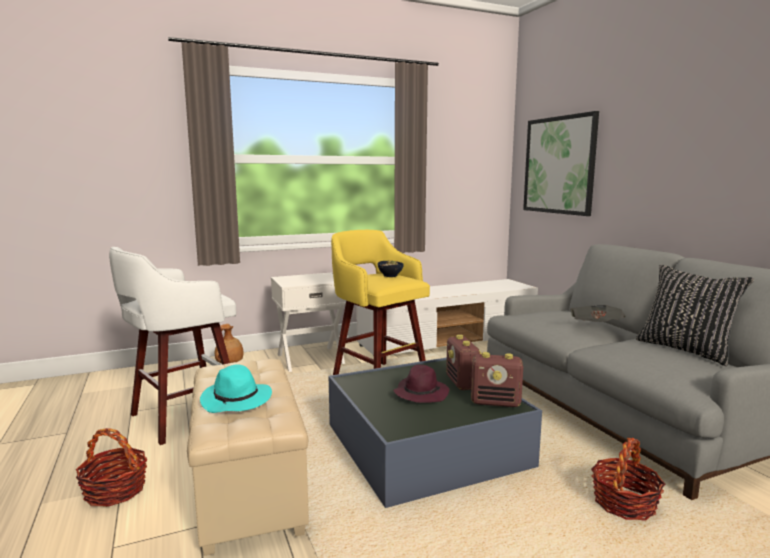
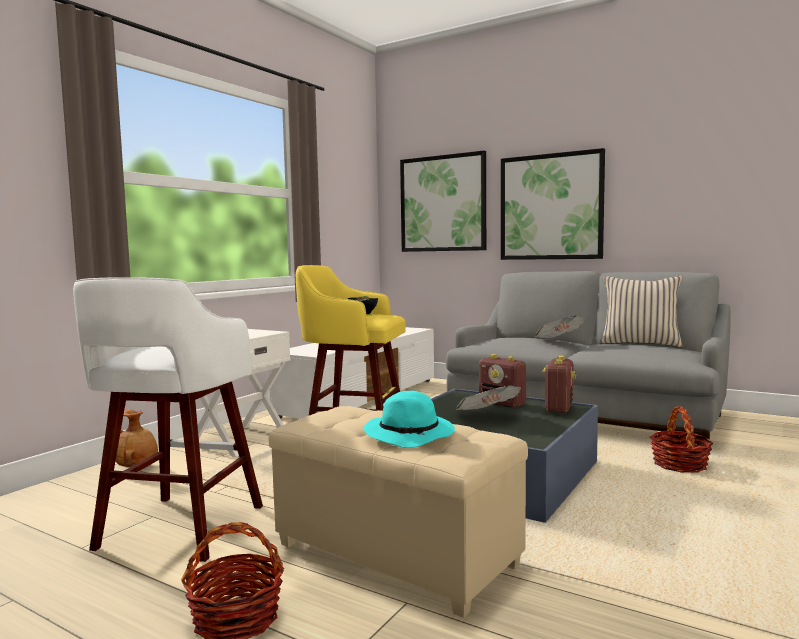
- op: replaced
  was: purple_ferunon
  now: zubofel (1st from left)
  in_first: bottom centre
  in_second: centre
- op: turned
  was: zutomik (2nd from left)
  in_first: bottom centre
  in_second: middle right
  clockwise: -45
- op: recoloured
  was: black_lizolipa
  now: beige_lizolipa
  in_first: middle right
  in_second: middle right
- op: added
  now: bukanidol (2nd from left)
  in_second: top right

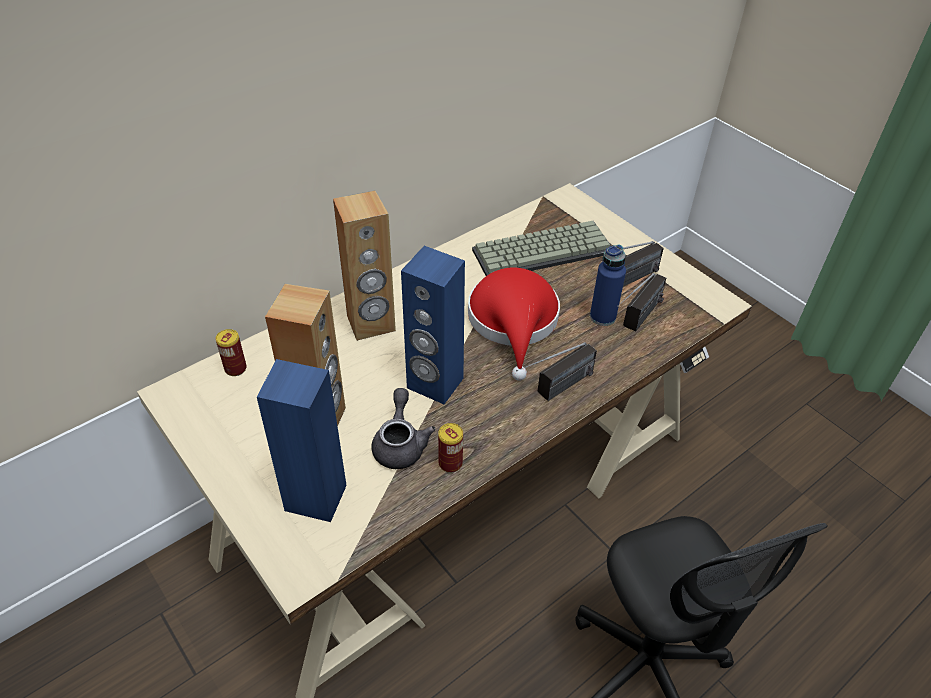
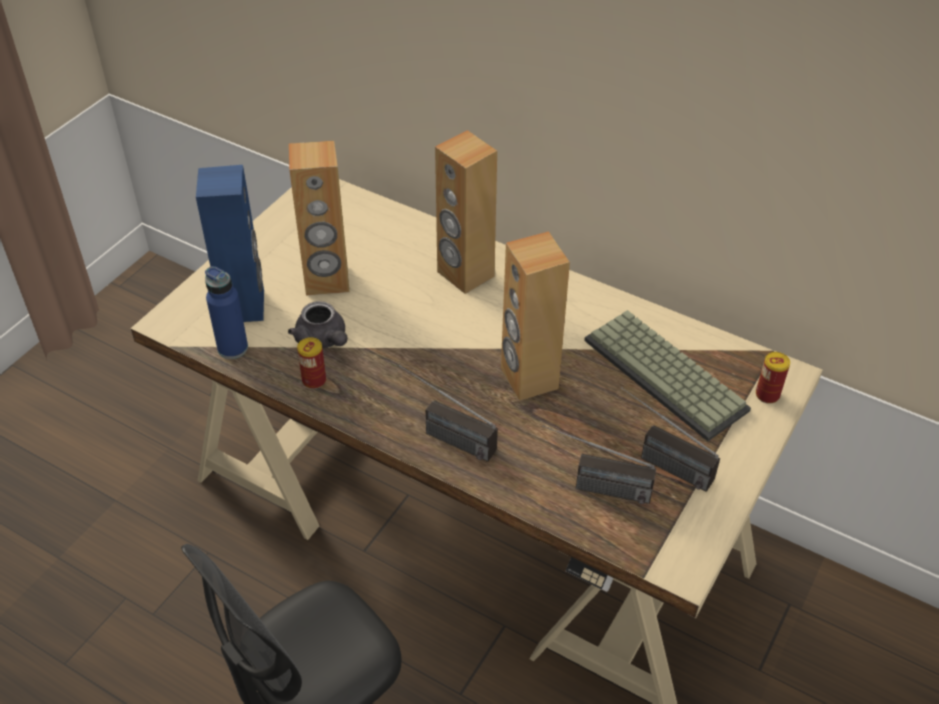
- op: moved
  was: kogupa (1st from left in the first image)
  now: kogupa (2nd from left)
  in_first: middle left
  in_second: middle right
- op: turned
  was: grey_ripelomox
  in_first: centre
  in_second: centre
  clockwise: 75
- op: removed
  was: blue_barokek (2nd from left)
  in_first: centre
- op: replaced
  was: red_ferunon
  now: brown_barokek (3rd from left)
  in_first: centre
  in_second: centre
- op: moved
  was: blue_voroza
  in_first: centre
  in_second: middle left

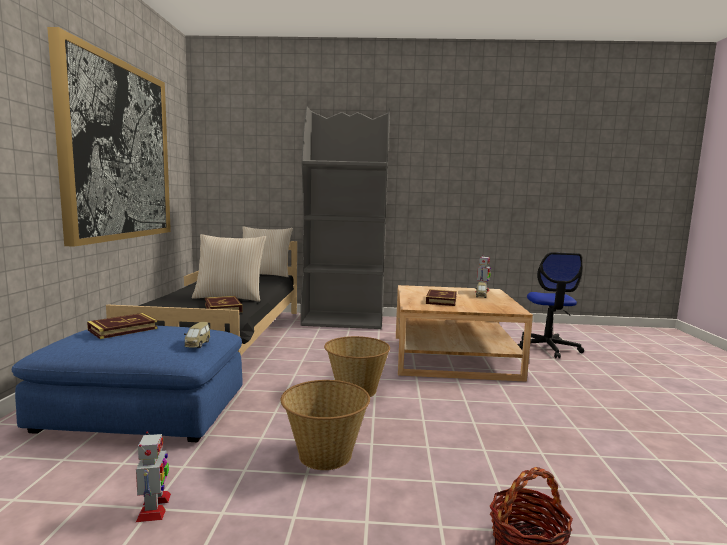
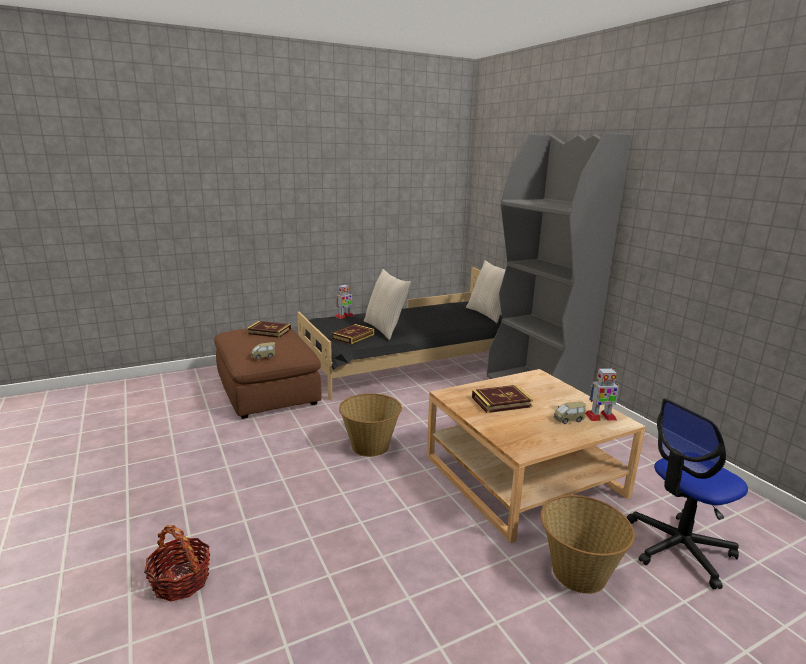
- op: recoloured
  was: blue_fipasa
  now: brown_fipasa
  in_first: bottom left
  in_second: middle left
- op: removed
  was: bukanidol
  in_first: top left
- op: moved
  was: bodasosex (1st from left)
  in_first: bottom left
  in_second: centre
- op: moved
  was: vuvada (1st from left in the first image)
  now: vuvada (3rd from left)
  in_first: bottom centre
  in_second: bottom right

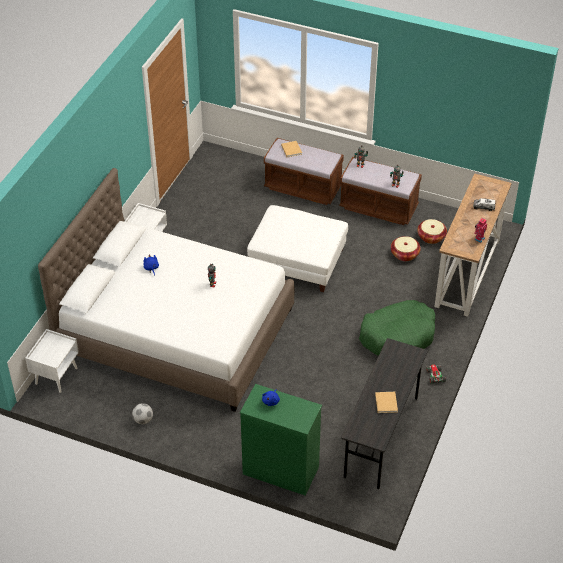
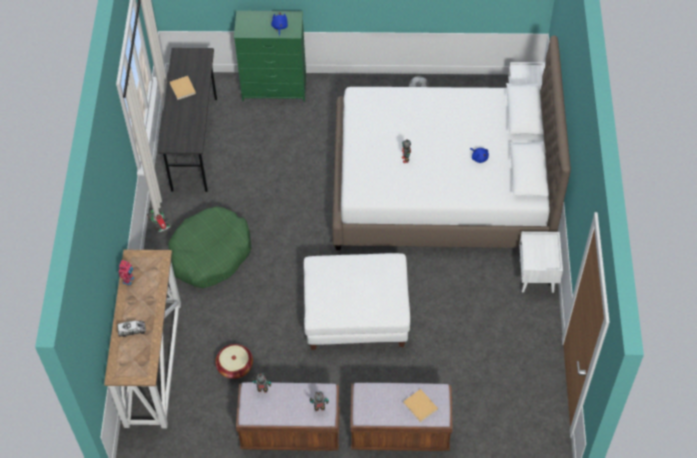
- op: removed
  was: vuvada (2nd from left)
  in_first: middle right

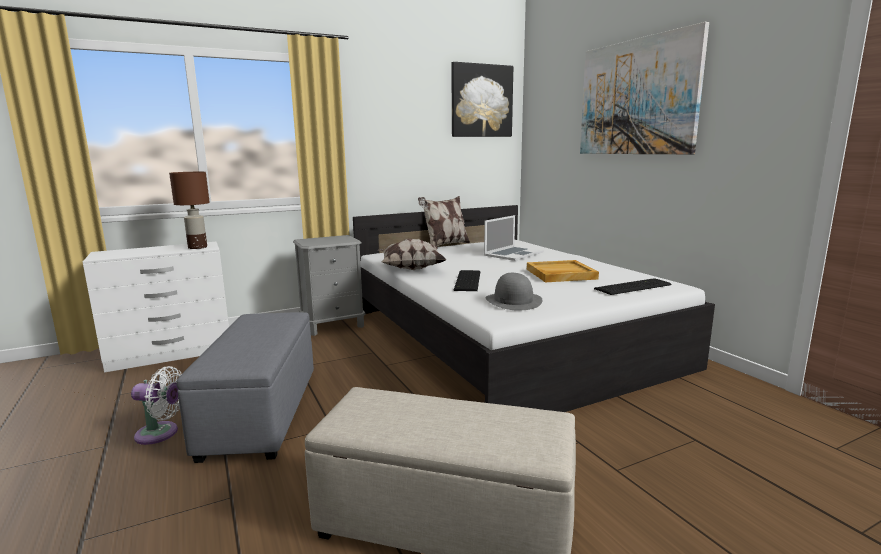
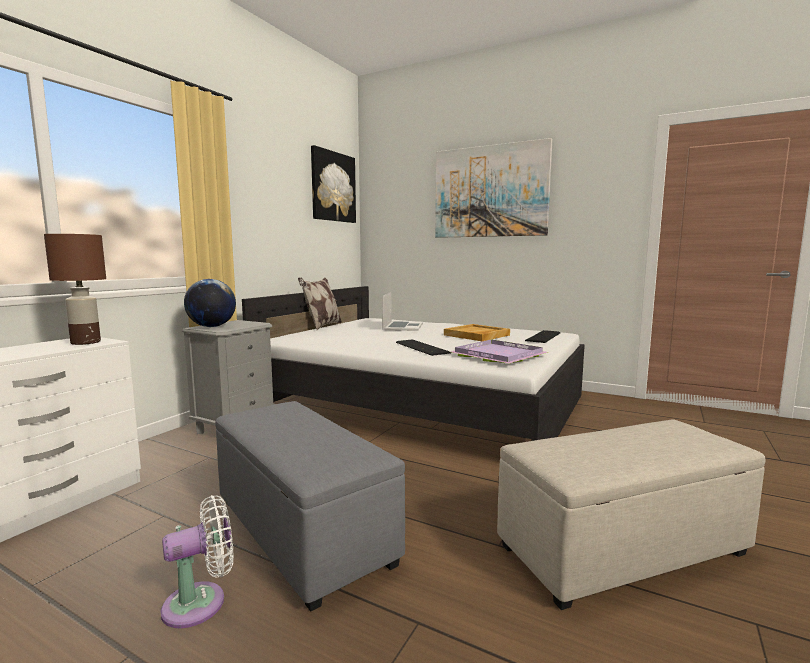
- op: removed
  was: lizolipa (1st from left)
  in_first: centre
- op: replaced
  was: grey_ferunon
  now: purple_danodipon
  in_first: centre
  in_second: centre
- op: added
  now: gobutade
  in_second: middle left

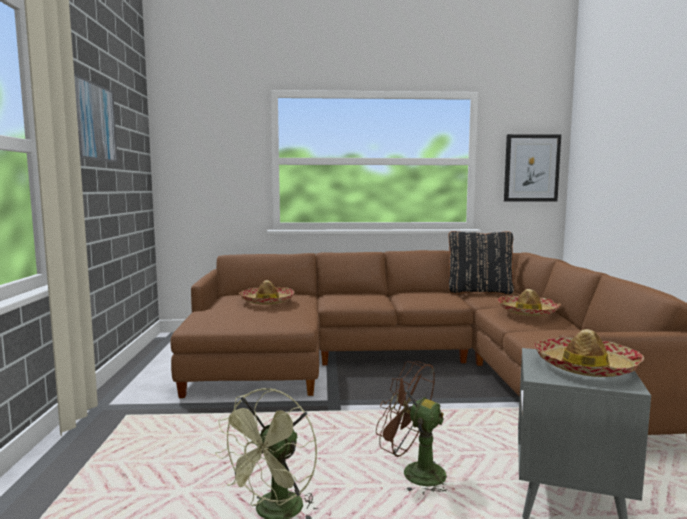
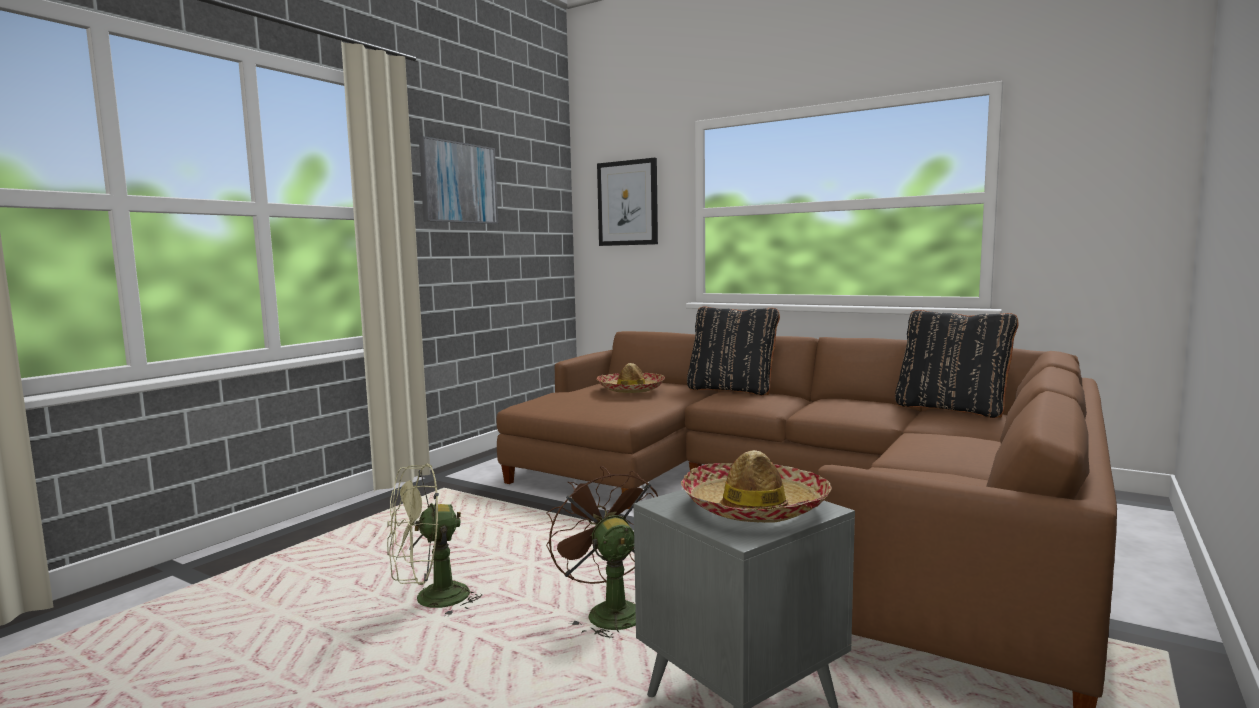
- op: removed
  was: ferunon (2nd from left)
  in_first: middle right
- op: moved
  was: bukanidol (2nd from left)
  in_first: top right
  in_second: top centre
- op: added
  now: black_lizolipa (1st from left)
  in_second: centre

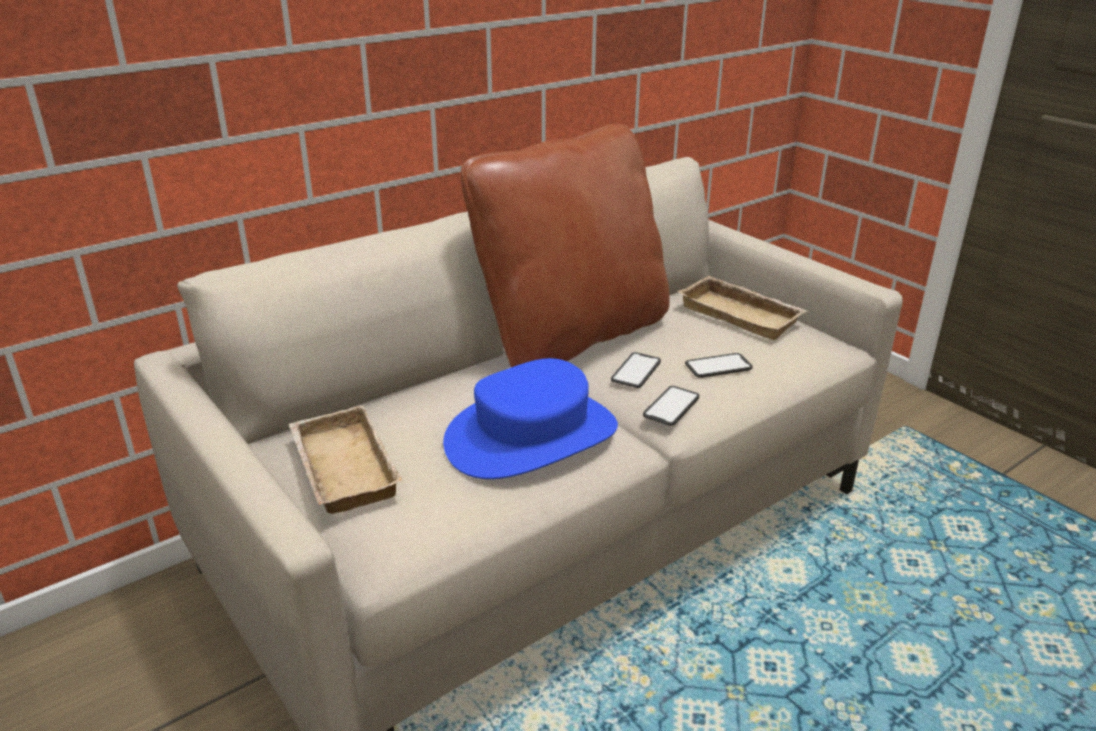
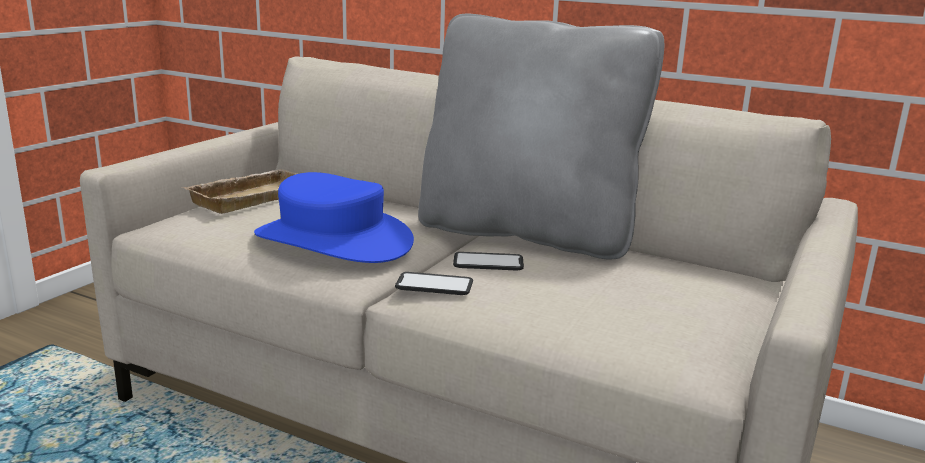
- op: recoloured
  was: brown_lizolipa
  now: grey_lizolipa
  in_first: centre
  in_second: top centre
- op: removed
  was: beige_danodipon (2nd from left)
  in_first: middle right
- op: removed
  was: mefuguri (3rd from left)
  in_first: centre

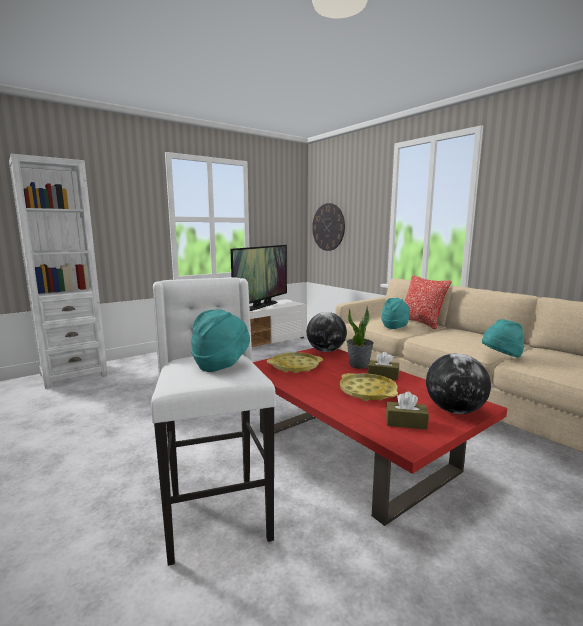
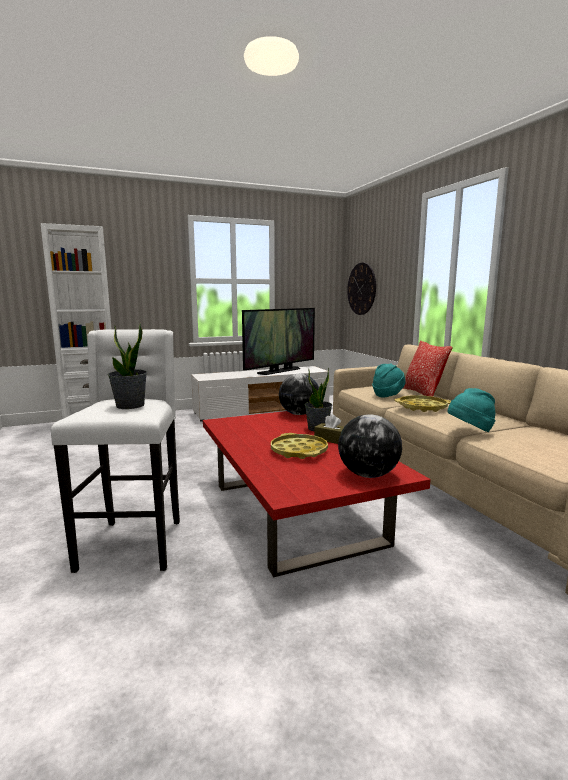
- op: replaced
  was: turquoise_ferunon (1st from left)
  now: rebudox (1st from left)
  in_first: centre
  in_second: middle left
- op: moved
  was: yellow_danodipon (1st from left in the first image)
  now: yellow_danodipon (2nd from left)
  in_first: centre
  in_second: middle right
- op: removed
  was: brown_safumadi (2nd from left)
  in_first: middle right

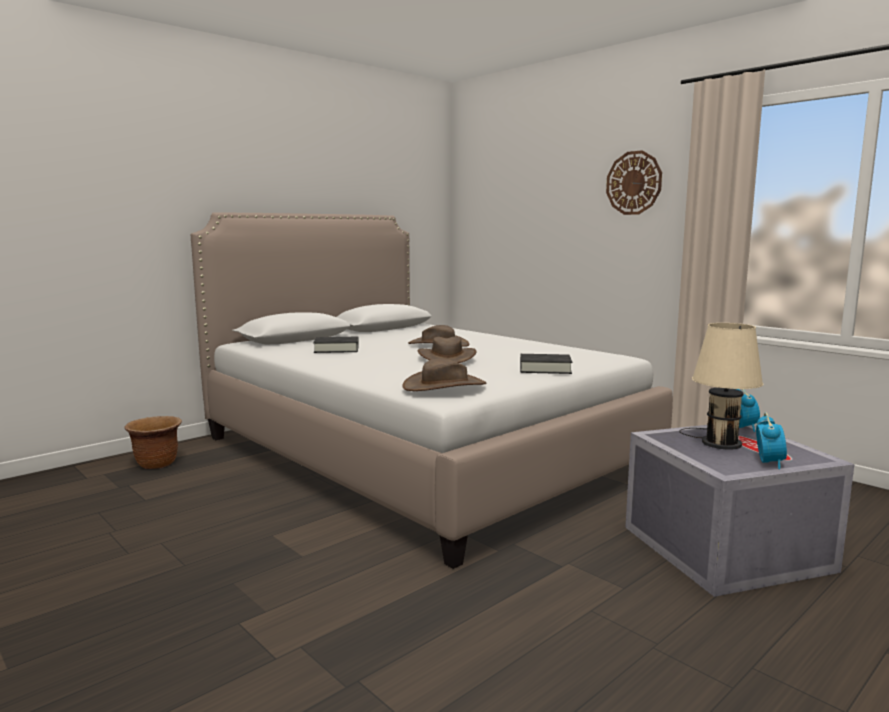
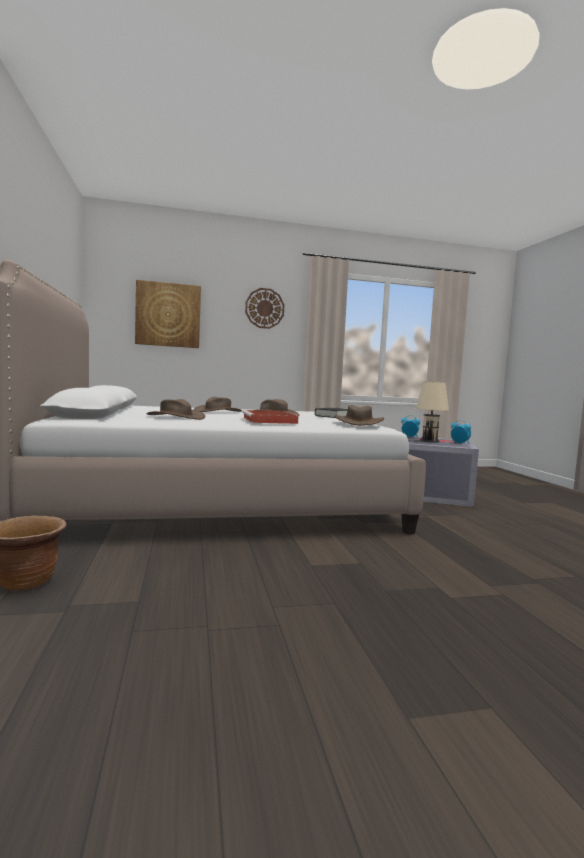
- op: replaced
  was: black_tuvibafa (1st from left)
  now: brown_ferunon (1st from left)
  in_first: centre
  in_second: middle left
- op: added
  now: bukanidol
  in_second: middle left
- op: added
  now: red_danodipon
  in_second: centre

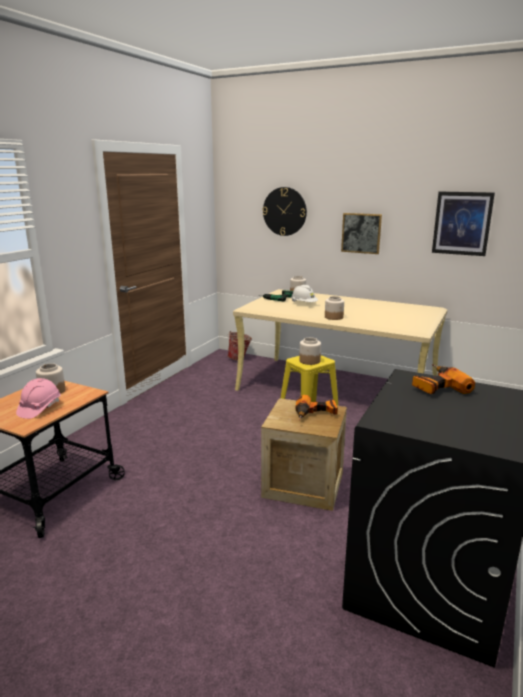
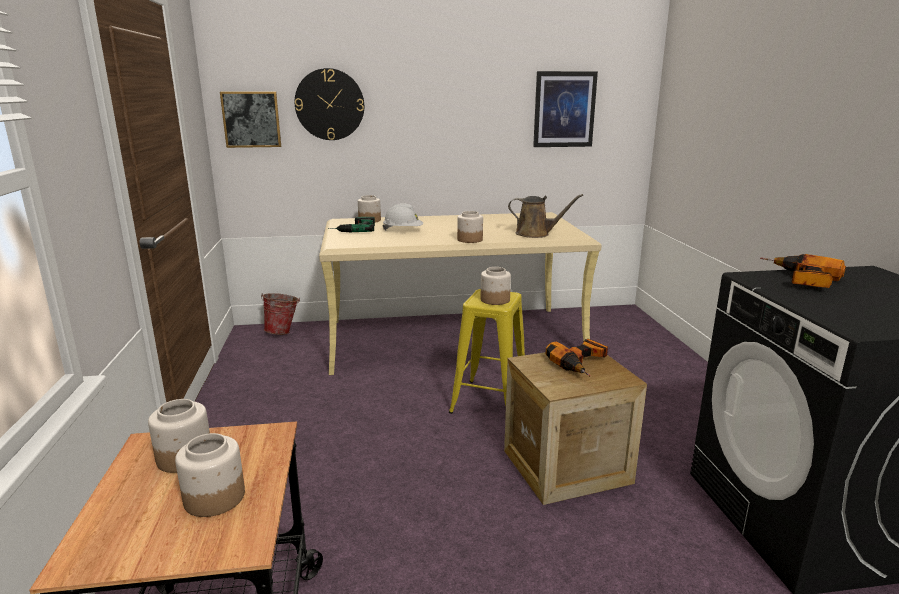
- op: replaced
  was: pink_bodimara
  now: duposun (2nd from left)
  in_first: middle left
  in_second: bottom left
- op: moved
  was: bukanidol (1st from left)
  in_first: middle right
  in_second: top left
- op: added
  now: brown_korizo
  in_second: centre

